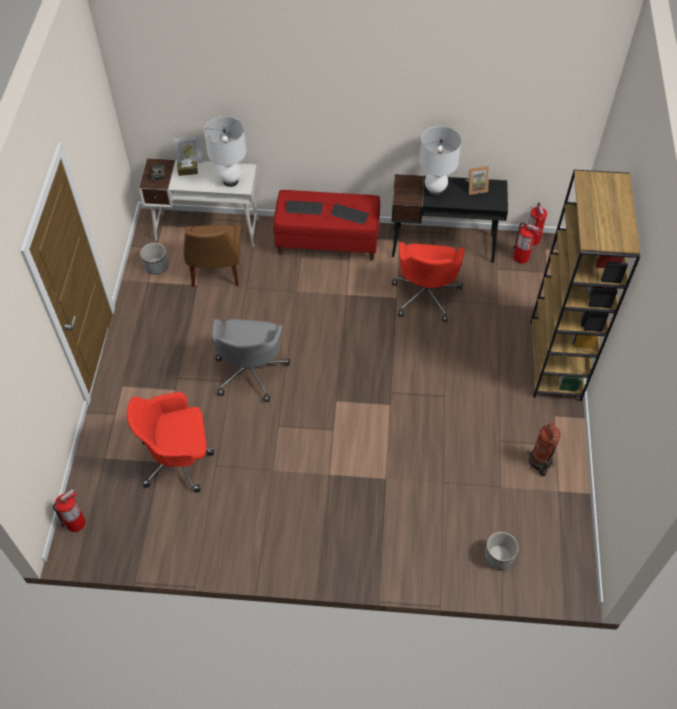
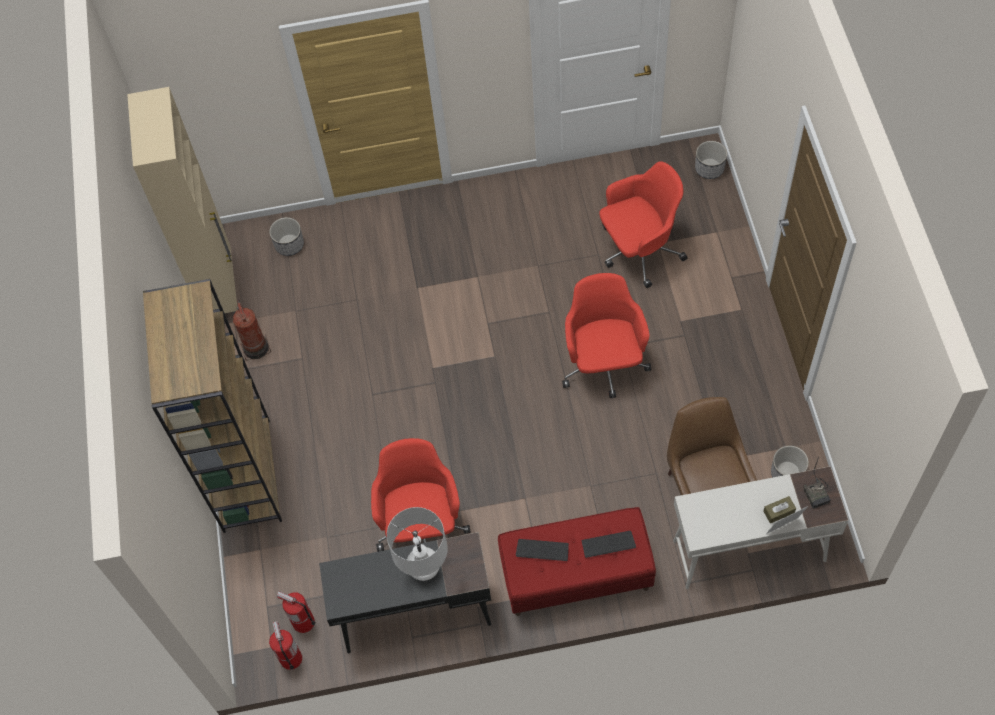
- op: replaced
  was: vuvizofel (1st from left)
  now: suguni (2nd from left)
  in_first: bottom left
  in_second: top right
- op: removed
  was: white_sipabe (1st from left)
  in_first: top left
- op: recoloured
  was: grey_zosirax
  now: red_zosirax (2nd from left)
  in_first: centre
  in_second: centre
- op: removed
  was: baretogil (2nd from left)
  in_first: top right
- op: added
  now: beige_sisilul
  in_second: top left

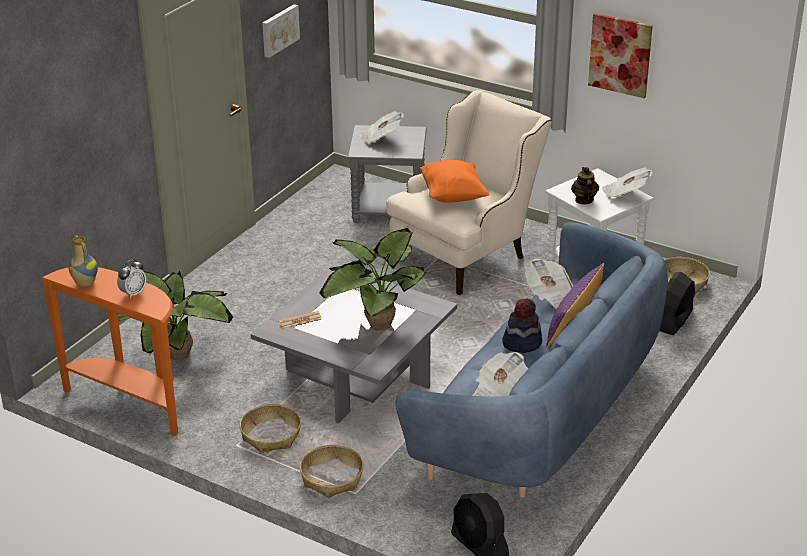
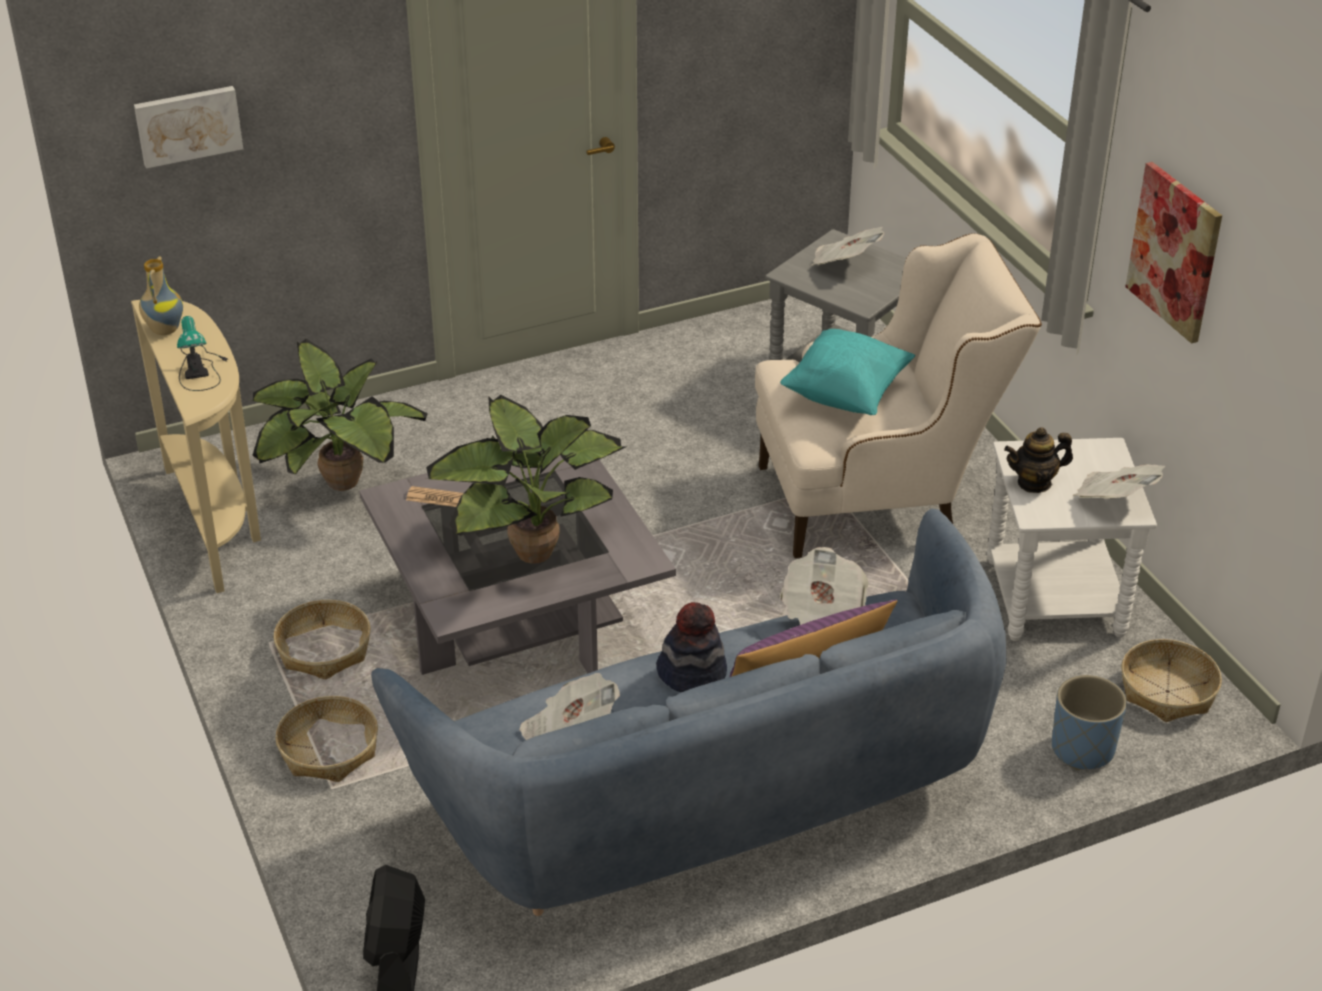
- op: recoloured
  was: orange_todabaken
  now: beige_todabaken
  in_first: middle left
  in_second: middle left
- op: replaced
  was: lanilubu
  now: sipabe
  in_first: middle left
  in_second: middle left
- op: moved
  was: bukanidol (1st from left)
  in_first: top centre
  in_second: top left
- op: recoloured
  was: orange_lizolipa
  now: turquoise_lizolipa
  in_first: top centre
  in_second: centre
- op: turned
  was: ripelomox
  in_first: top right
  in_second: middle right
  clockwise: -135
- op: replaced
  was: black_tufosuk (2nd from left)
  now: blue_suguni
  in_first: middle right
  in_second: bottom right

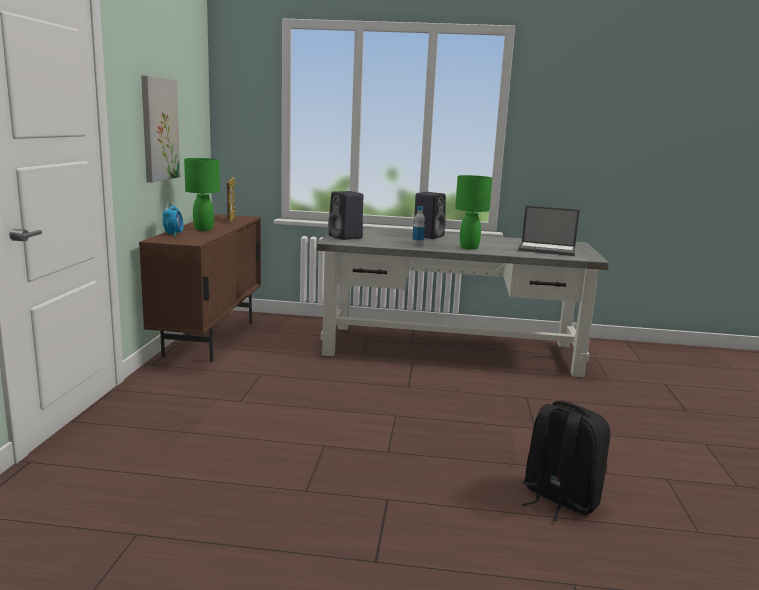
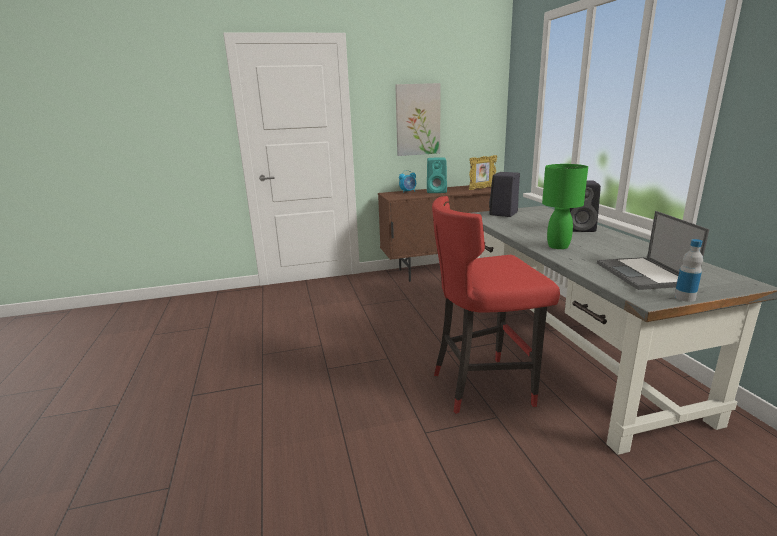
- op: replaced
  was: green_sipabe (1st from left)
  now: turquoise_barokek
  in_first: top left
  in_second: top centre
- op: moved
  was: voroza
  in_first: centre
  in_second: middle right
- op: removed
  was: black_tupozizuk
  in_first: bottom right
- op: added
  now: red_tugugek
  in_second: centre

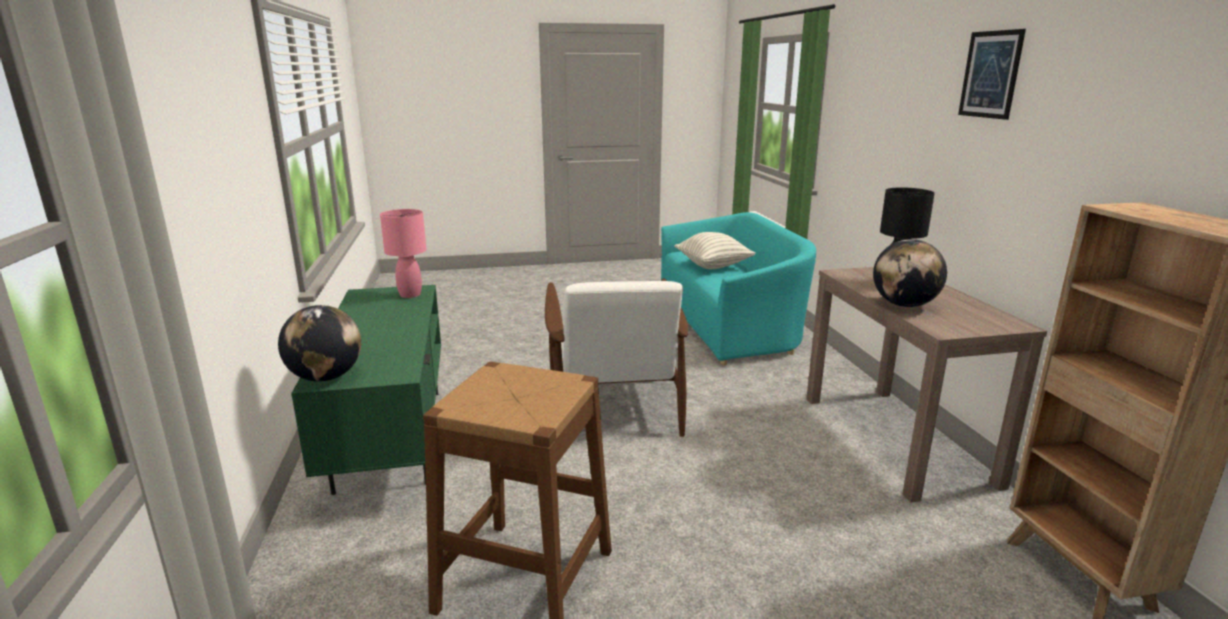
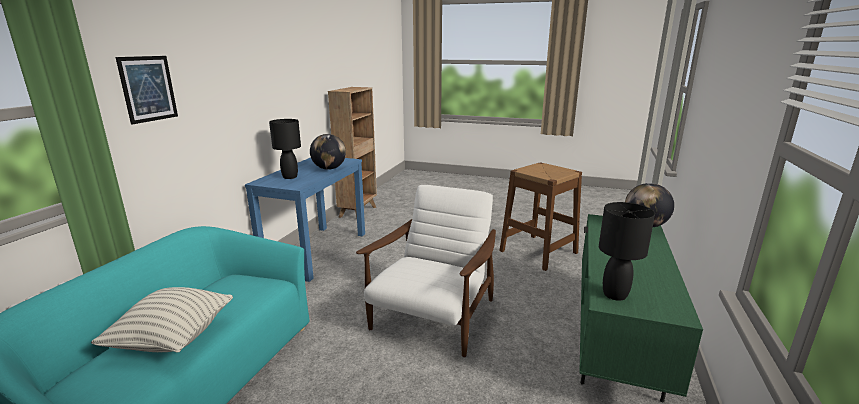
- op: recoloured
  was: pink_sipabe
  now: black_sipabe (2nd from left)
  in_first: middle left
  in_second: middle right
- op: recoloured
  was: brown_todabaken
  now: blue_todabaken
  in_first: middle right
  in_second: centre
- op: moved
  was: bukanidol
  in_first: top right
  in_second: top left

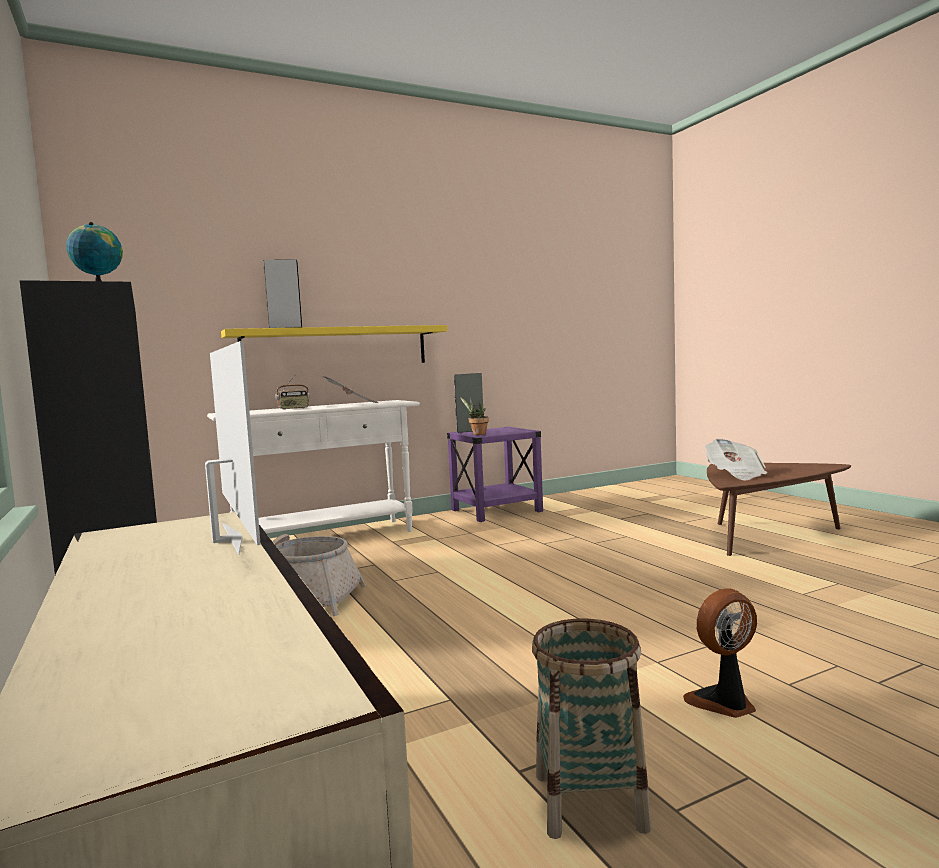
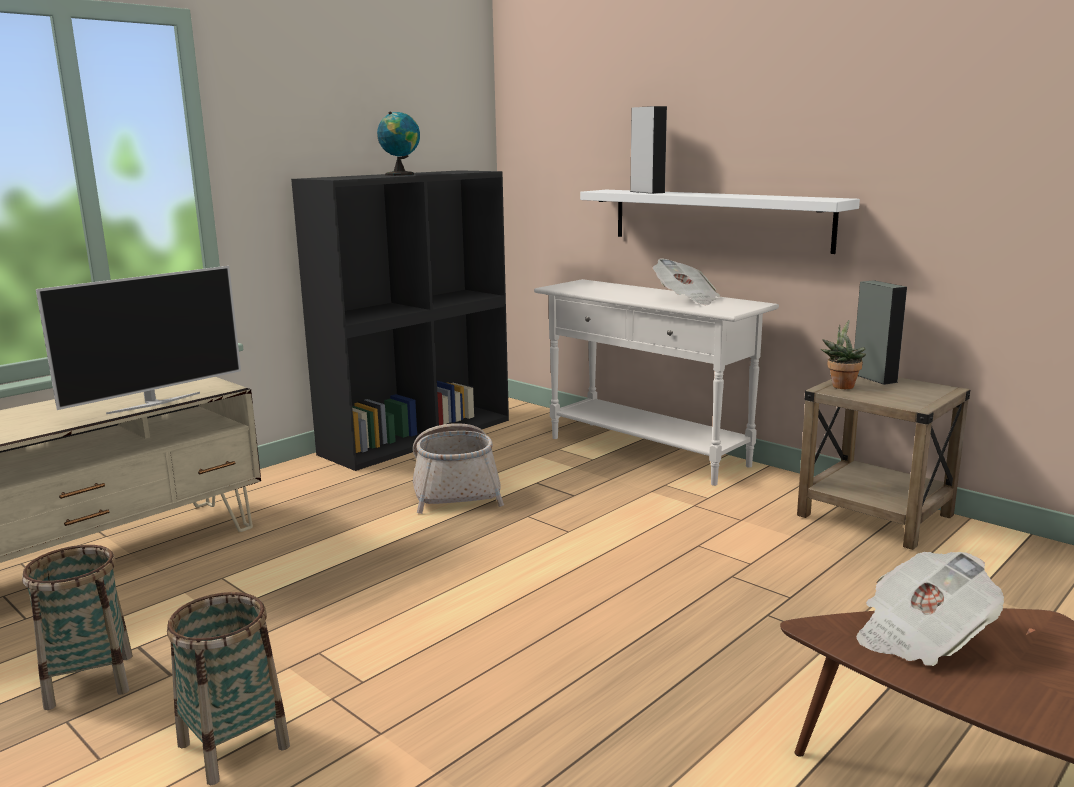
- op: recoloured
  was: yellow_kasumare
  now: white_kasumare
  in_first: centre
  in_second: top right
- op: removed
  was: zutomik
  in_first: middle left
- op: recoloured
  was: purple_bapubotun
  now: beige_bapubotun
  in_first: centre
  in_second: middle right
- op: replaced
  was: tufosuk
  now: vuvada (2nd from left)
  in_first: bottom right
  in_second: bottom left

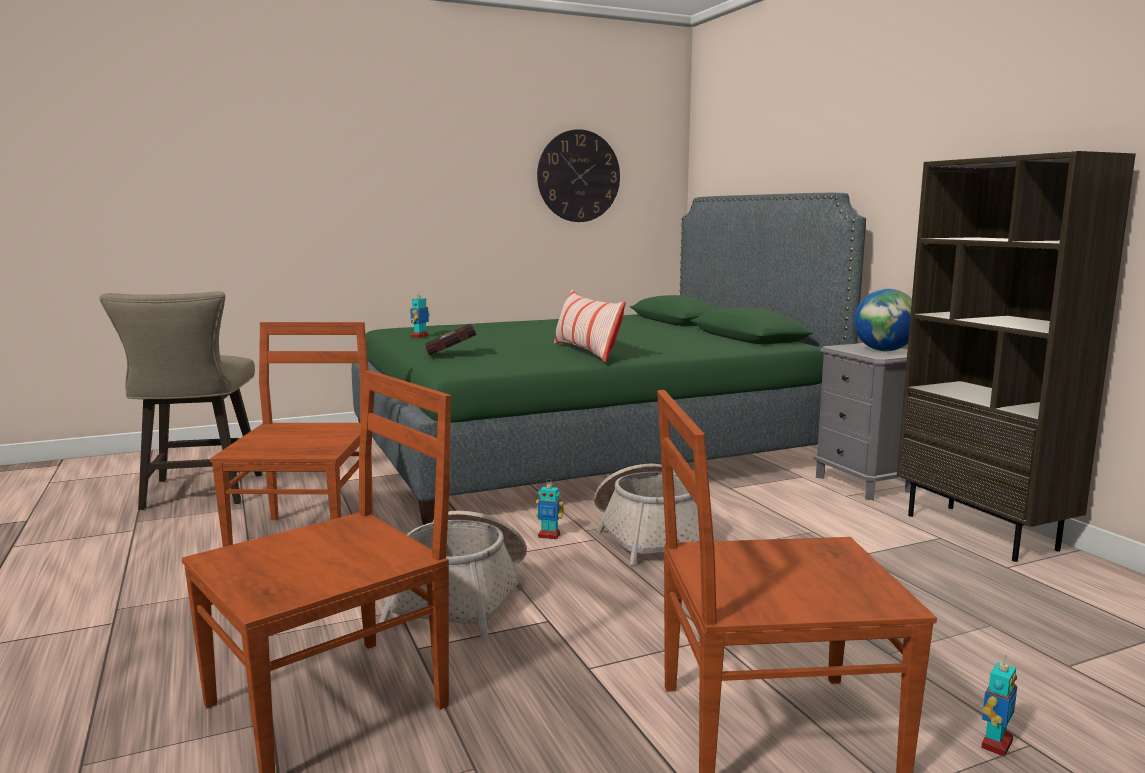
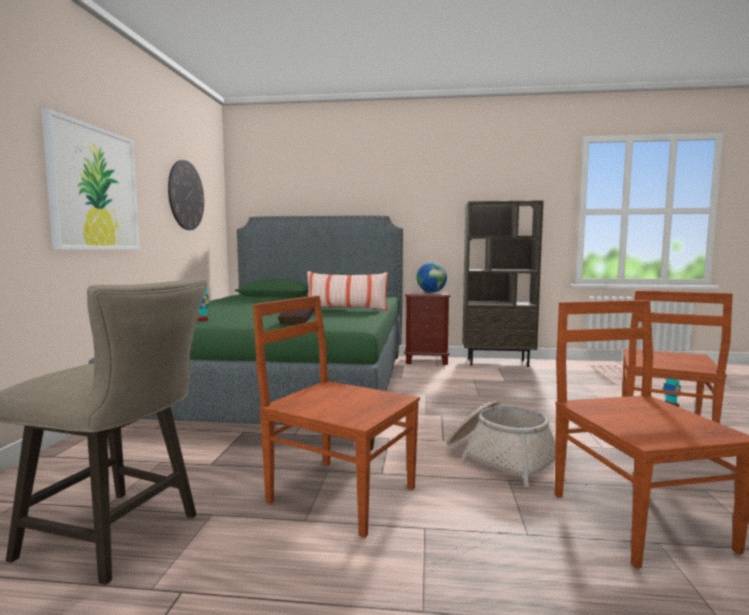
- op: removed
  was: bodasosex (2nd from left)
  in_first: centre
- op: removed
  was: vuvada (2nd from left)
  in_first: centre
- op: recoloured
  was: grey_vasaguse
  now: brown_vasaguse
  in_first: middle right
  in_second: centre
- op: added
  now: bukanidol
  in_second: top left

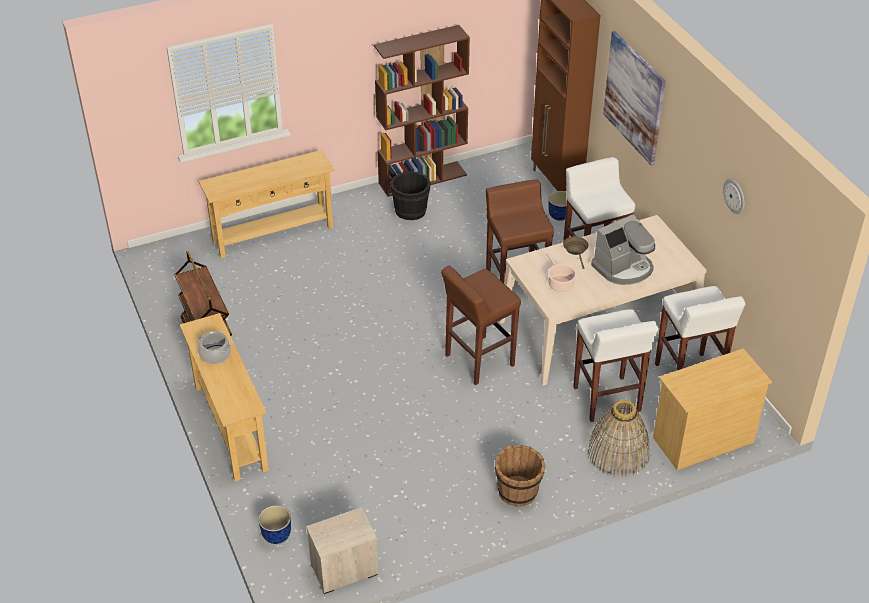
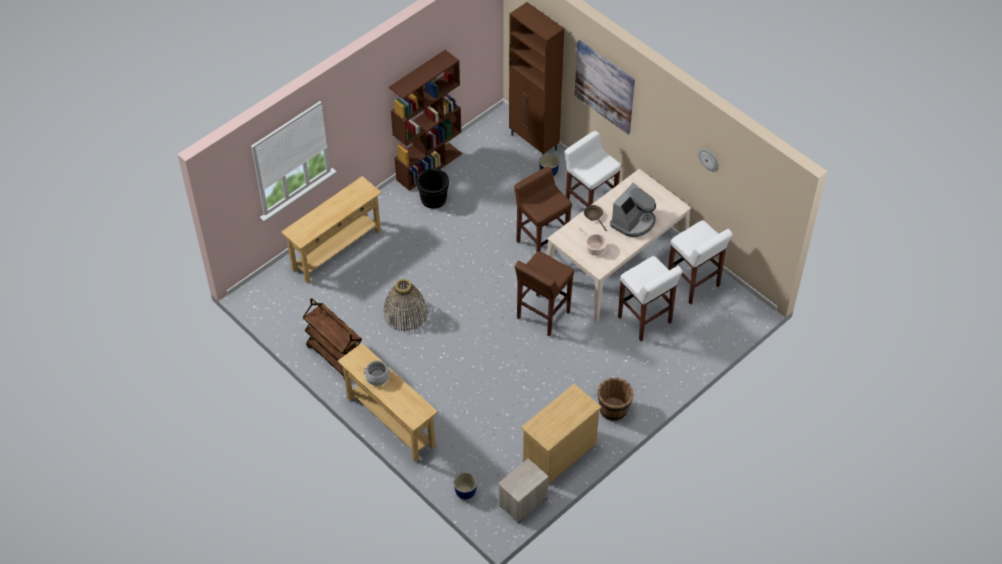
- op: moved
  was: vuvada
  in_first: bottom right
  in_second: centre
- op: moved
  was: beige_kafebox
  in_first: bottom right
  in_second: bottom centre

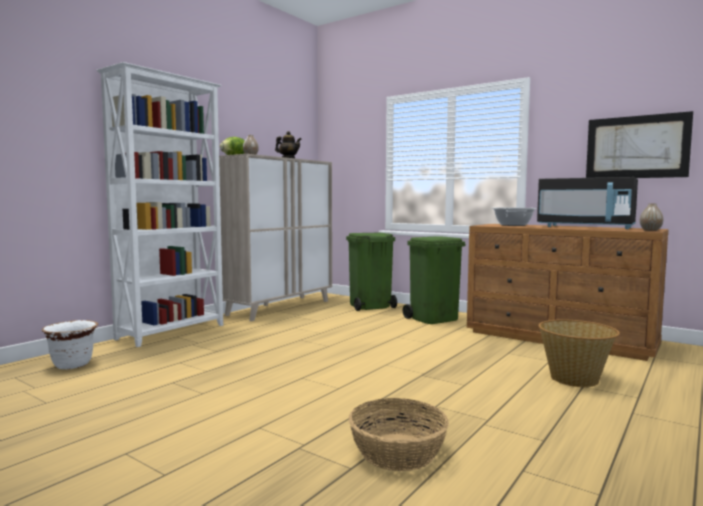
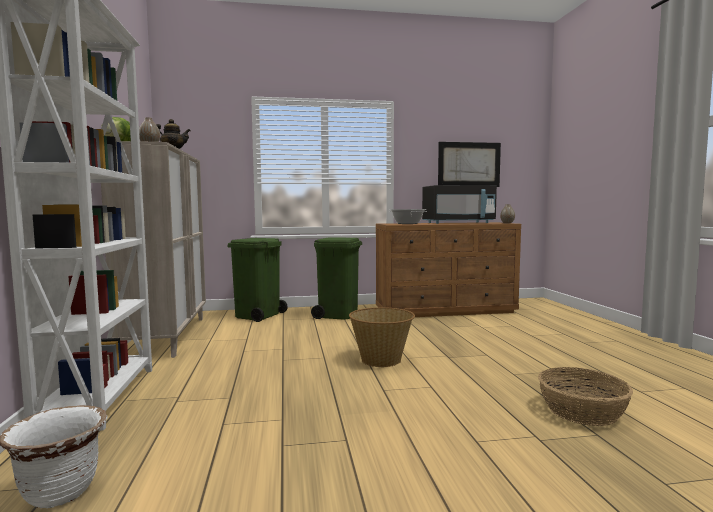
- op: moved
  was: vuvada (2nd from left in the first image)
  now: vuvada (1st from left)
  in_first: bottom right
  in_second: centre

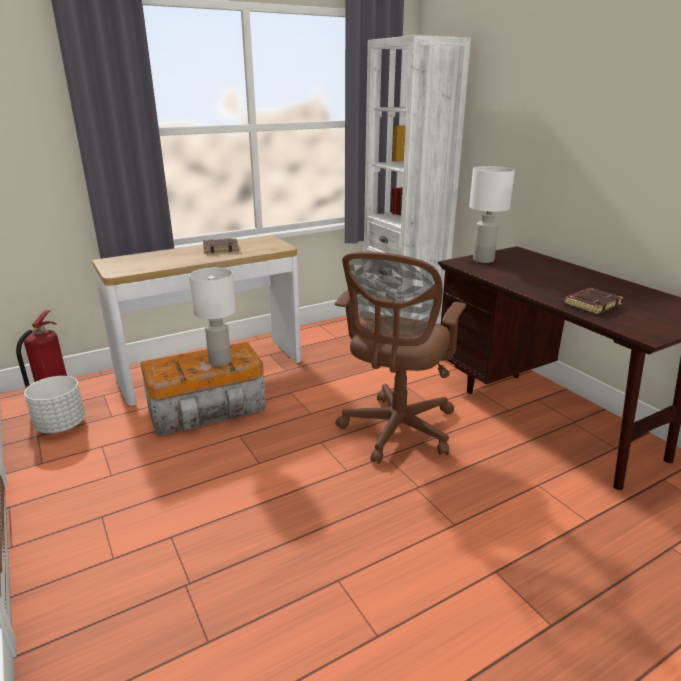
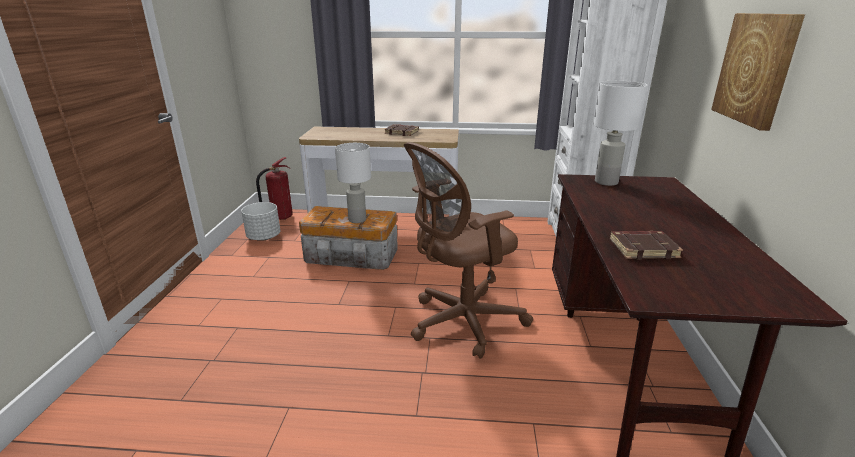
- op: added
  now: bukanidol
  in_second: top right

